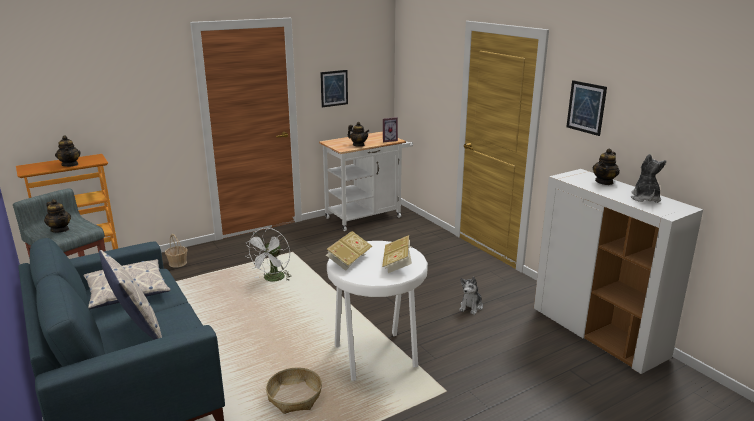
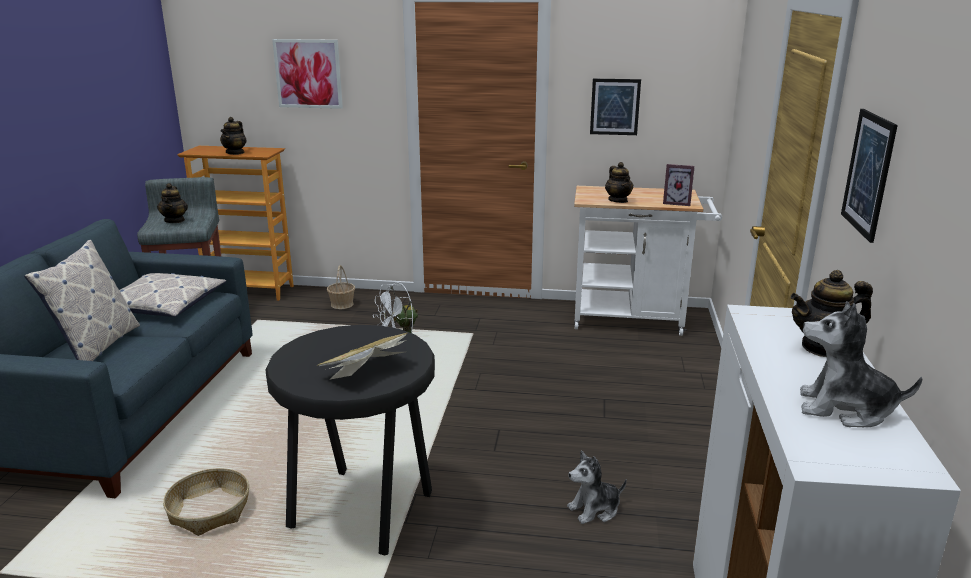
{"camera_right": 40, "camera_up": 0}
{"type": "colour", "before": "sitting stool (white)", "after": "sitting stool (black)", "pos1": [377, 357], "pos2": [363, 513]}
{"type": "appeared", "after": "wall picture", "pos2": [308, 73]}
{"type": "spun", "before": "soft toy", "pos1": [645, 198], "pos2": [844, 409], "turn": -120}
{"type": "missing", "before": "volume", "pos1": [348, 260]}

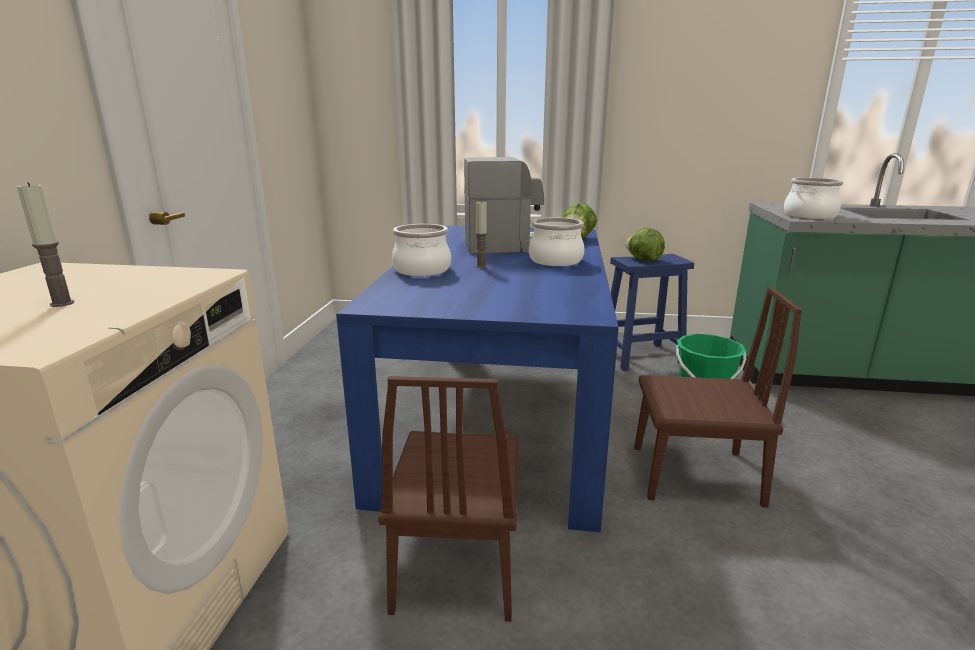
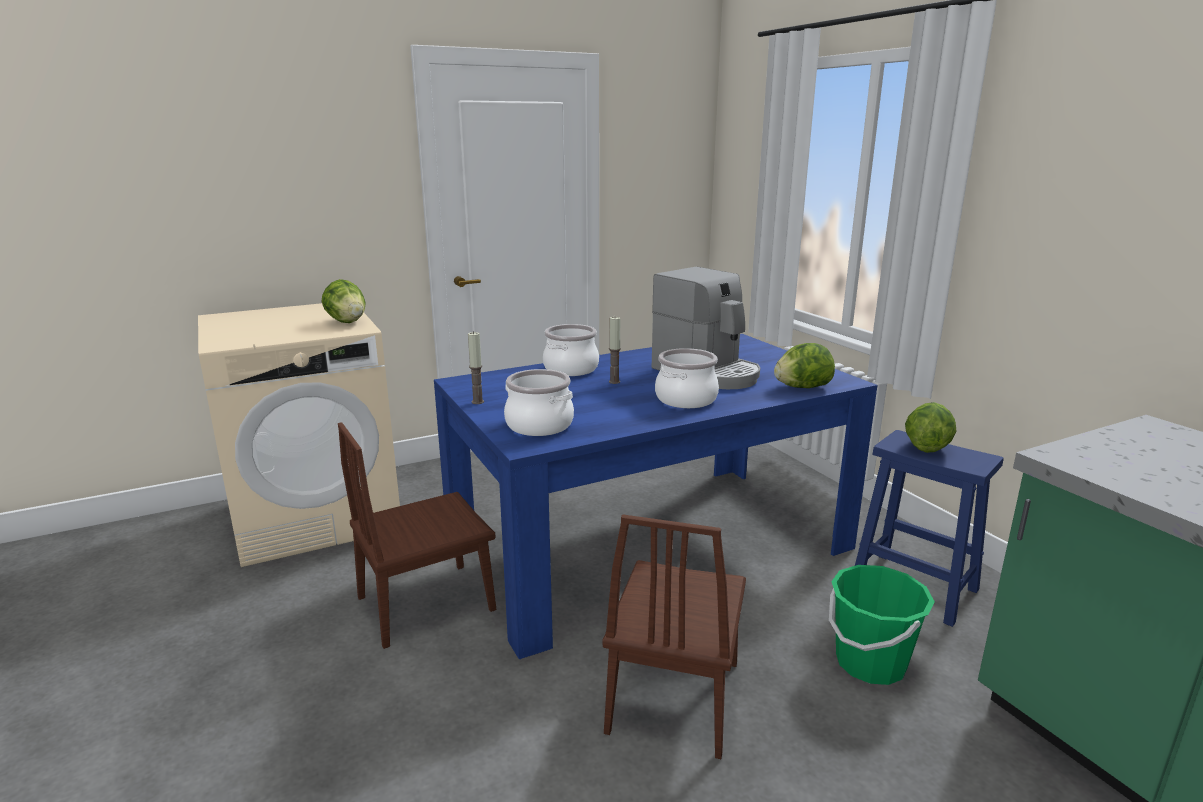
{"camera_right": 55, "camera_up": 0}
{"type": "appeared", "after": "head of lettuce", "pos2": [347, 322]}
{"type": "relocated", "before": "wax light", "pos1": [62, 303], "pos2": [478, 402]}
{"type": "relocated", "before": "saucepot", "pos1": [809, 215], "pos2": [540, 425]}
{"type": "spun", "before": "upright chair (brownish)", "pos1": [695, 475], "pos2": [674, 696], "turn": 45}

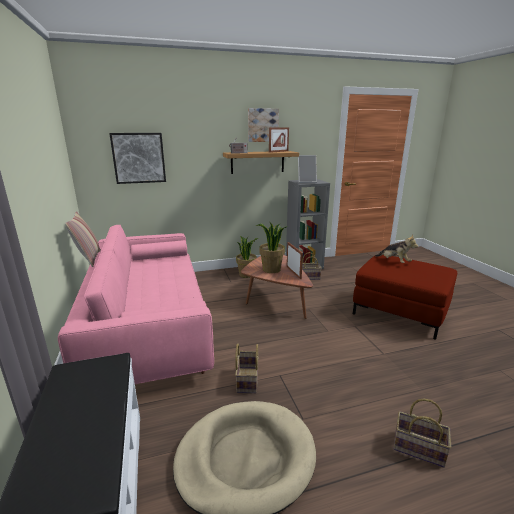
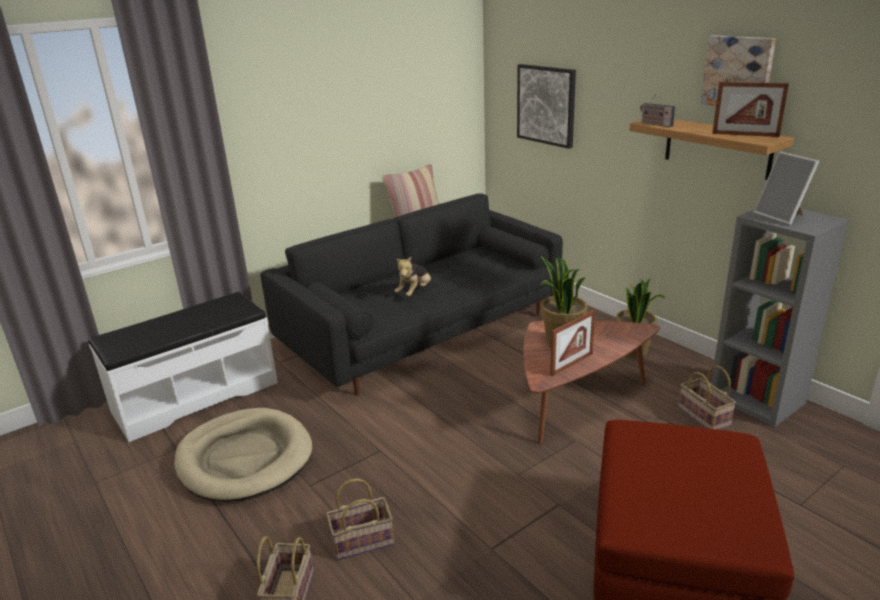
{"camera_right": 70, "camera_up": 5}
{"type": "colour", "before": "sofa (pink-coloured)", "after": "sofa (black)", "pos1": [149, 326], "pos2": [422, 330]}
{"type": "relocated", "before": "basket", "pos1": [247, 379], "pos2": [363, 540]}
{"type": "relocated", "before": "soft toy", "pos1": [394, 262], "pos2": [415, 292]}

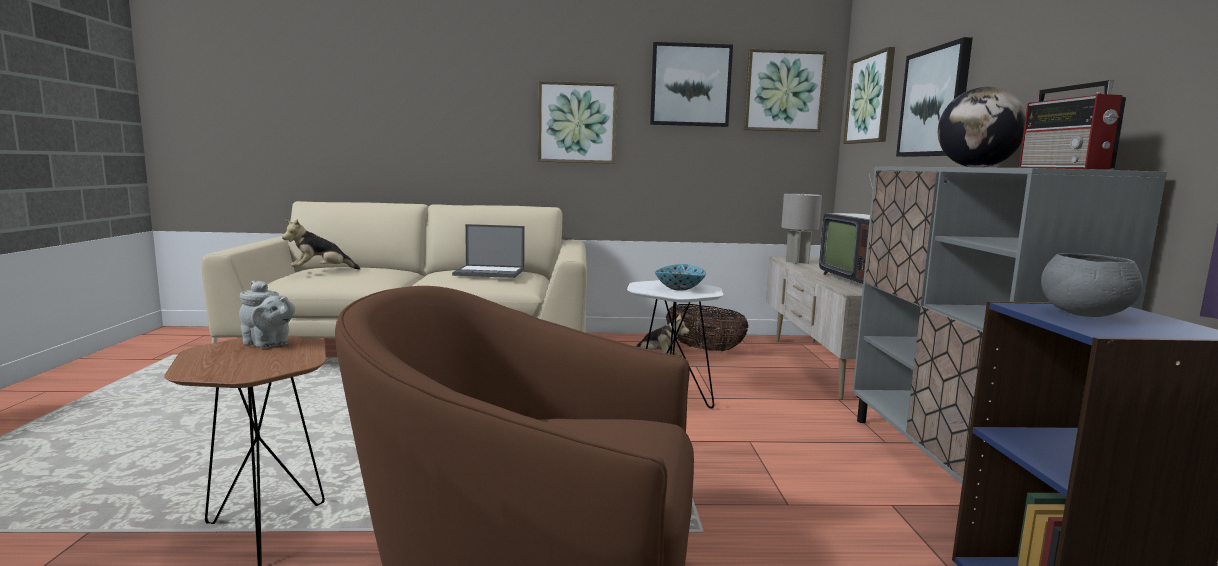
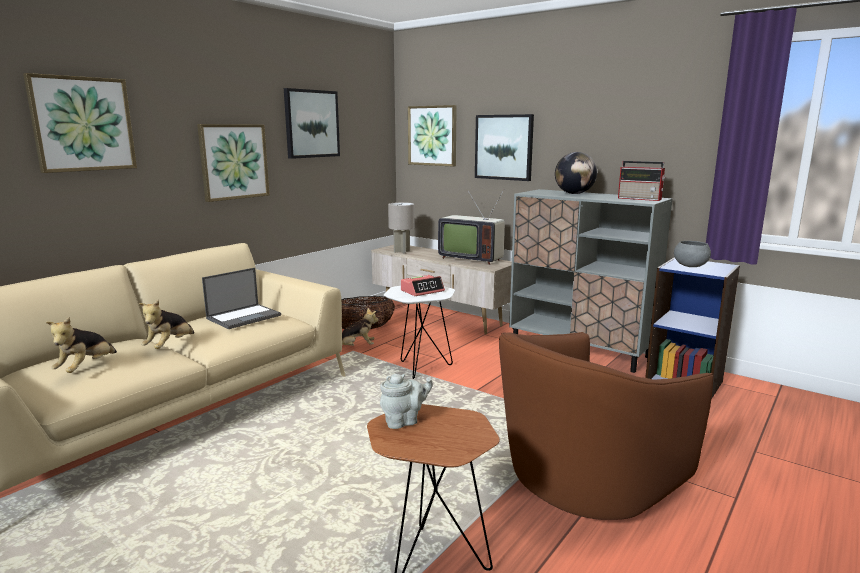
{"camera_right": -50, "camera_up": 5}
{"type": "relocated", "before": "wall picture", "pos1": [783, 91], "pos2": [82, 124]}
{"type": "appeared", "after": "soft toy", "pos2": [170, 346]}
{"type": "exchanged", "before": "serving bowl", "after": "table clock", "pos1": [680, 288], "pos2": [422, 291]}

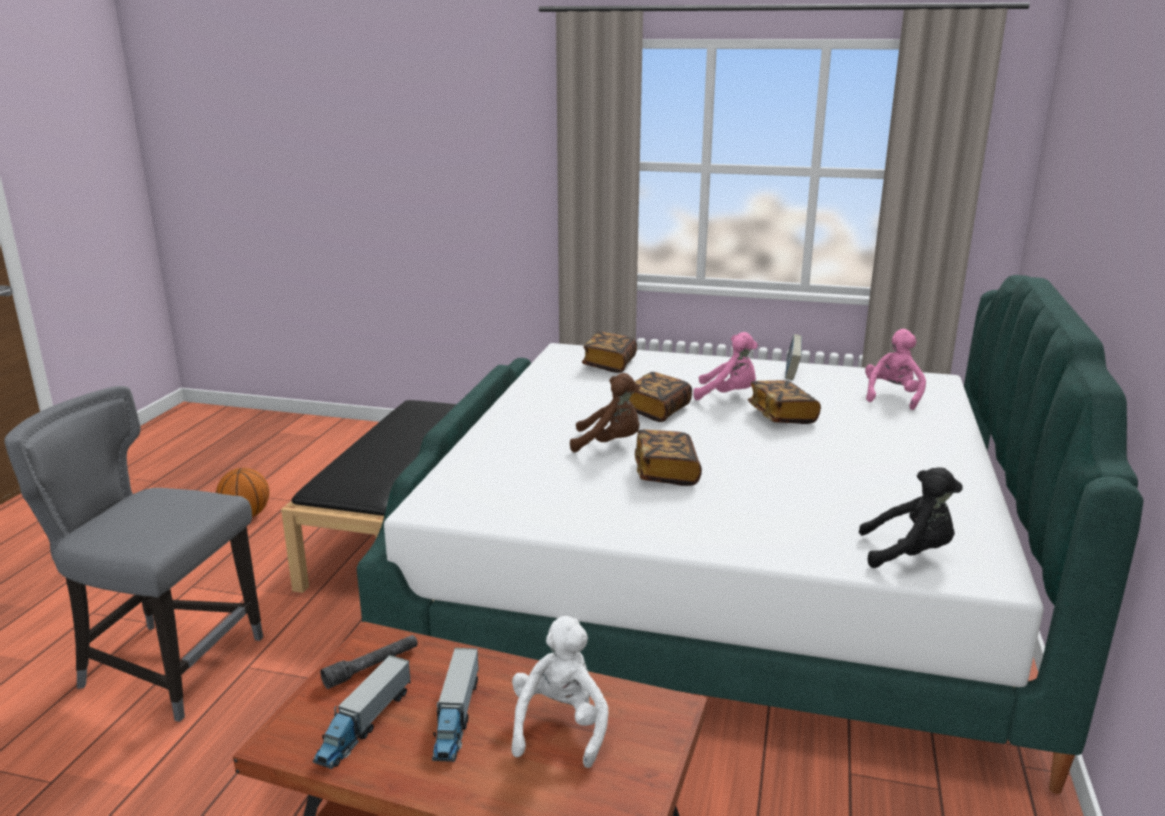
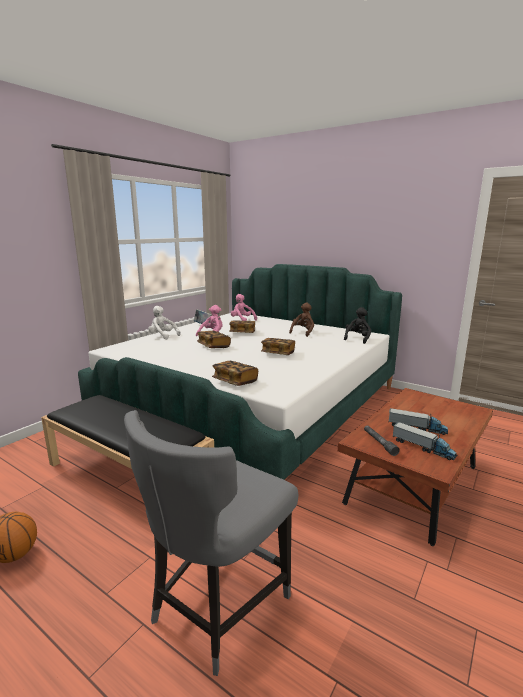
{"camera_right": -70, "camera_up": -5}
{"type": "relocated", "before": "soft toy (white)", "pos1": [560, 727], "pos2": [162, 336]}
{"type": "relocated", "before": "volume", "pos1": [609, 364], "pos2": [235, 381]}
{"type": "relocated", "before": "soft toy (brownish)", "pos1": [609, 444], "pos2": [303, 332]}

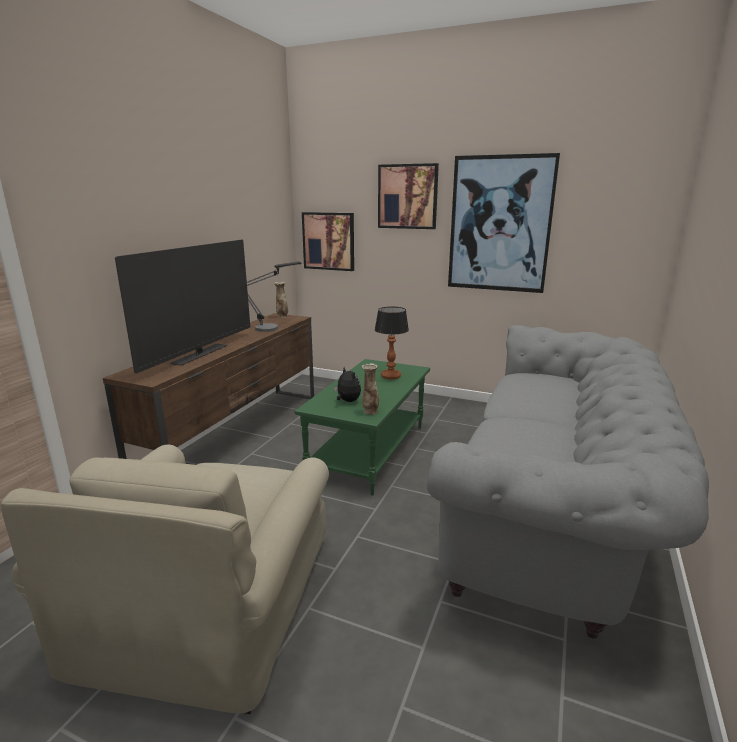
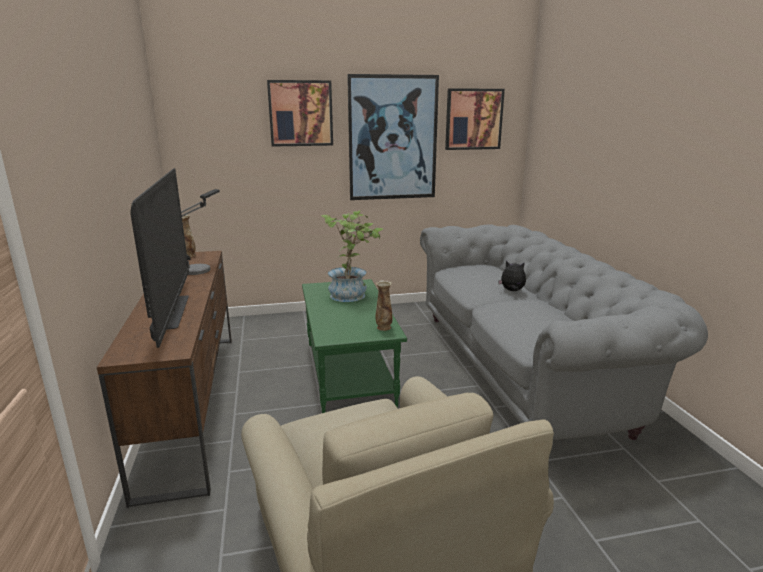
{"camera_right": -35, "camera_up": 0}
{"type": "exchanged", "before": "table lamp", "after": "houseplant", "pos1": [391, 376], "pos2": [352, 294]}
{"type": "relocated", "before": "wall picture", "pos1": [328, 241], "pos2": [473, 119]}
{"type": "relocated", "before": "soft toy", "pos1": [347, 401], "pos2": [512, 291]}

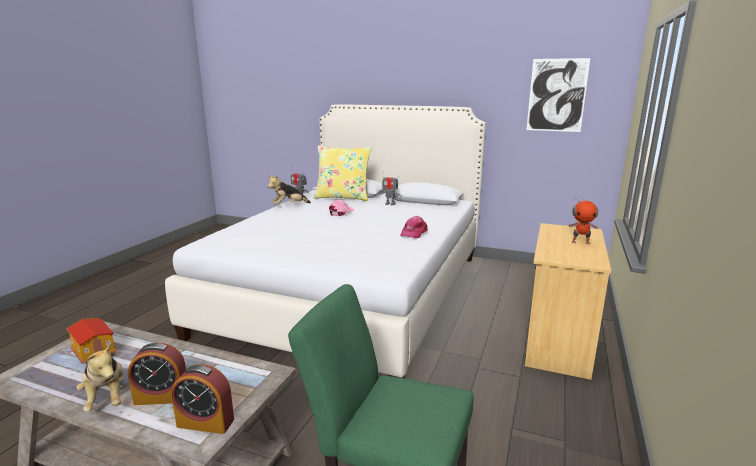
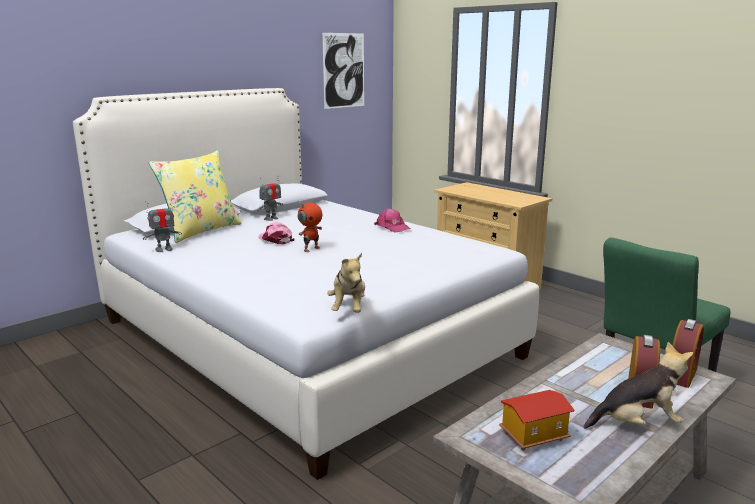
{"camera_right": -65, "camera_up": 0}
{"type": "relocated", "before": "toy robot", "pos1": [580, 242], "pos2": [311, 249]}
{"type": "relocated", "before": "soft toy", "pos1": [288, 206], "pos2": [349, 308]}

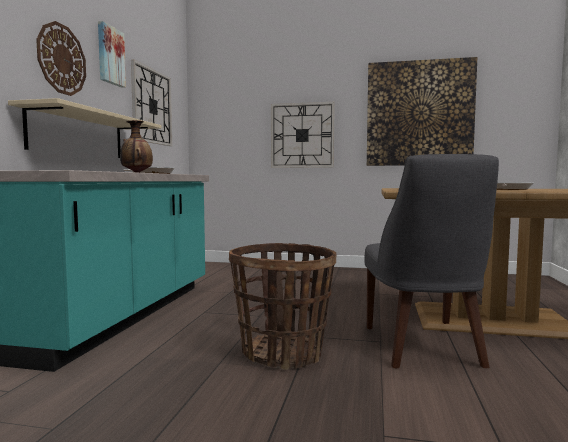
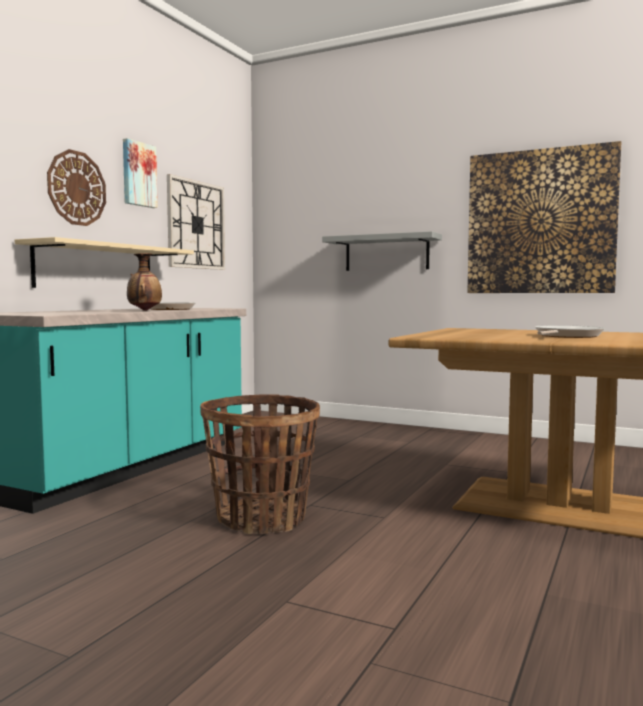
{"camera_right": 15, "camera_up": 0}
{"type": "exchanged", "before": "clock on the wall", "after": "wall shelf (gray)", "pos1": [302, 135], "pos2": [386, 253]}
{"type": "missing", "before": "upright chair (gray)", "pos1": [423, 348]}

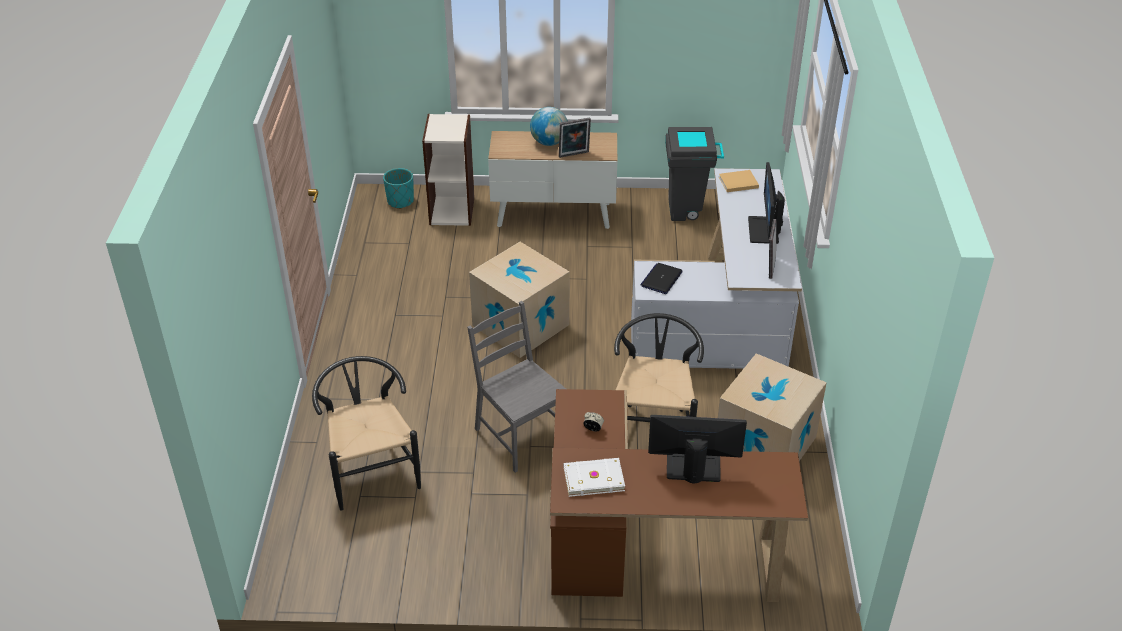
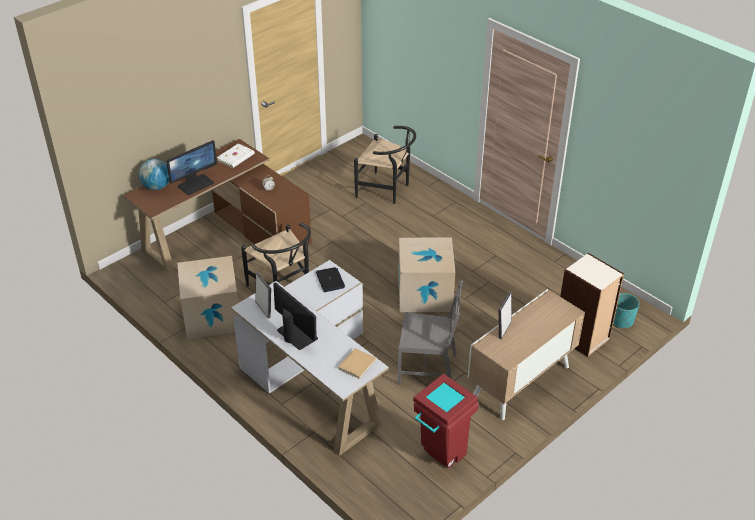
{"camera_right": 135, "camera_up": 0}
{"type": "relocated", "before": "globe", "pos1": [549, 142], "pos2": [157, 187]}
{"type": "relocated", "before": "upright chair (gray)", "pos1": [520, 435], "pos2": [428, 368]}
{"type": "colour", "before": "waste bin (gray)", "after": "waste bin (red)", "pos1": [688, 211], "pos2": [440, 455]}

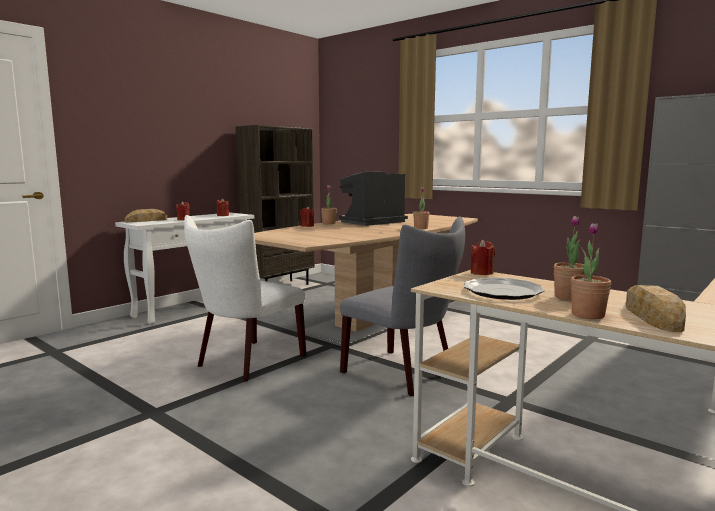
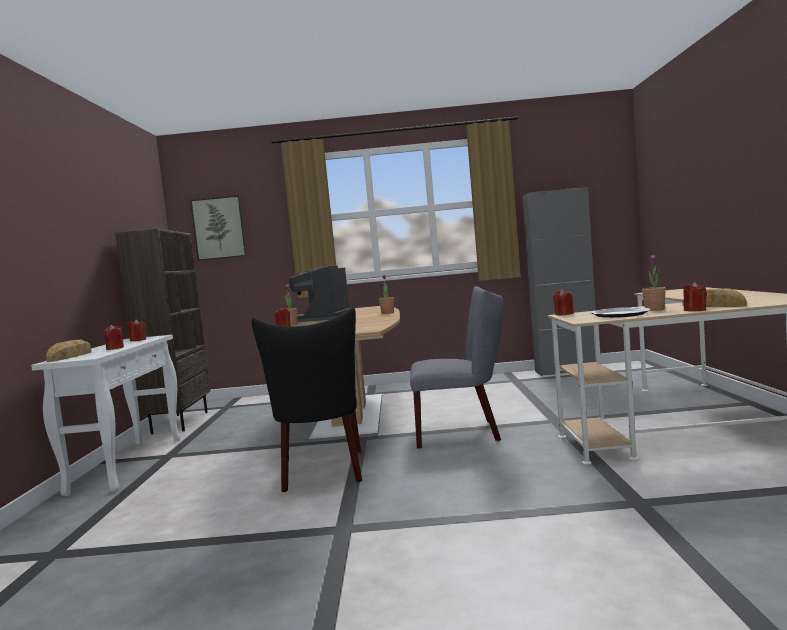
{"camera_right": -40, "camera_up": -5}
{"type": "appeared", "after": "wall picture", "pos2": [219, 228]}
{"type": "colour", "before": "upright chair (white)", "after": "upright chair (black)", "pos1": [246, 362], "pos2": [322, 472]}
{"type": "exchanged", "before": "houseplant", "after": "wax light (red)", "pos1": [588, 315], "pos2": [695, 310]}

